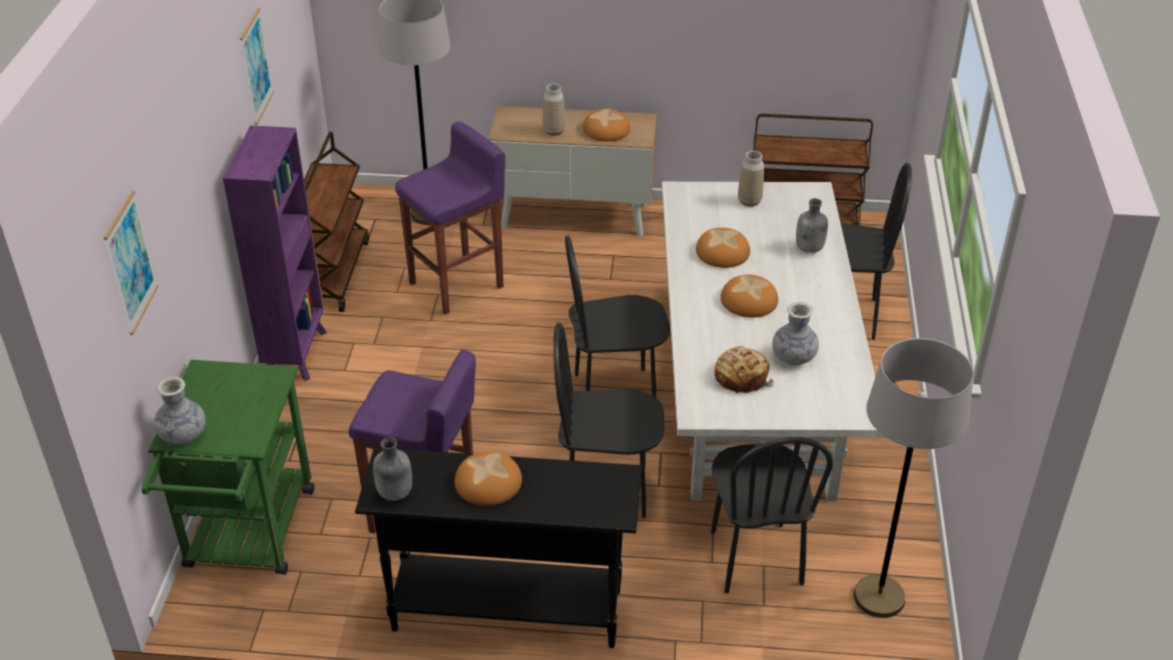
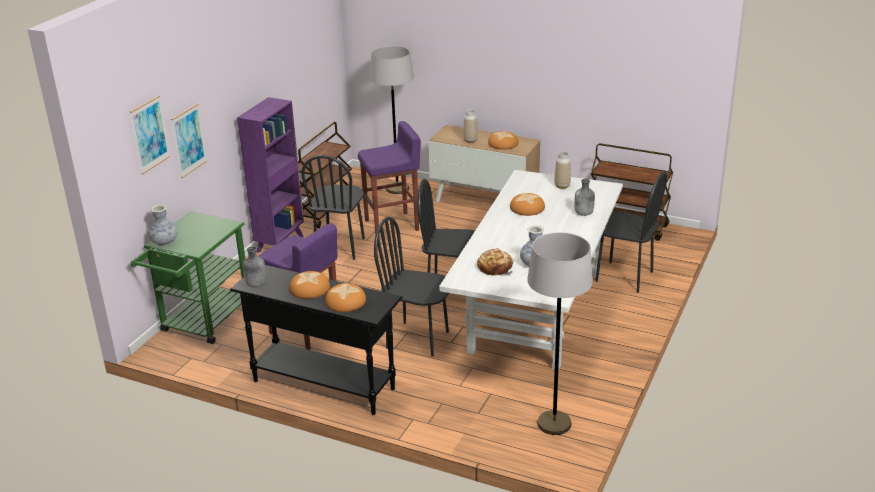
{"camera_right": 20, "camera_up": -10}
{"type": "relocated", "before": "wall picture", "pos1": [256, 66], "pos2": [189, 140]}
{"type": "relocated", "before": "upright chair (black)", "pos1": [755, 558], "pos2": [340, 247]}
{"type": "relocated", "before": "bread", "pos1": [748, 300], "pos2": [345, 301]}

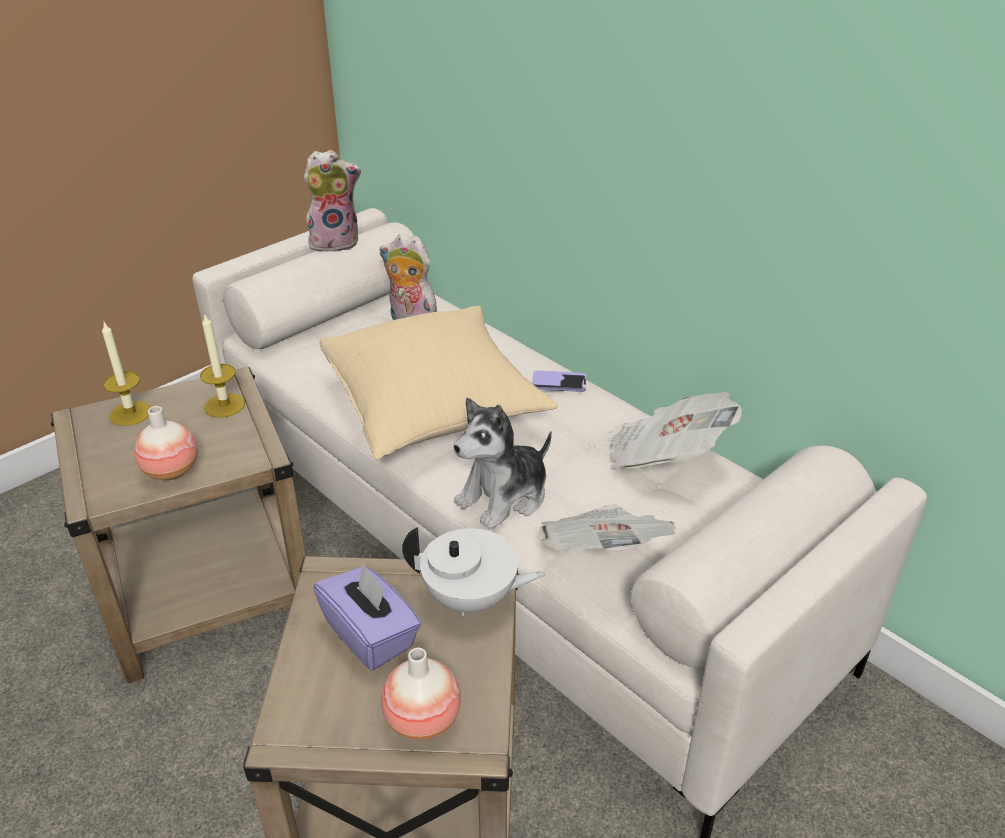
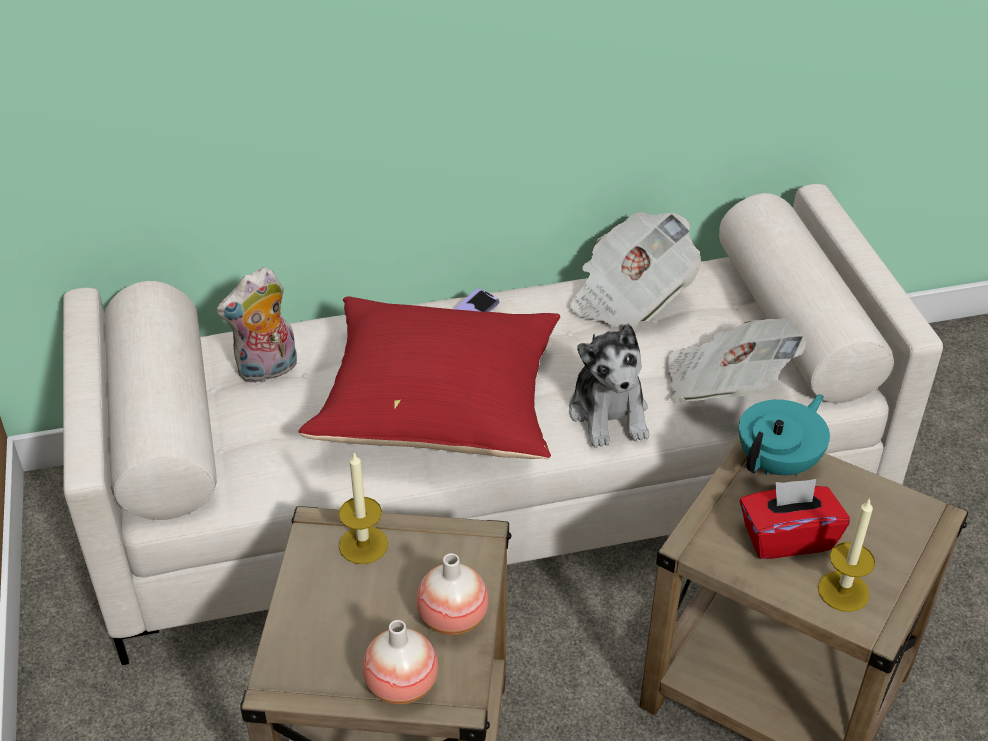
{"camera_right": -60, "camera_up": 5}
{"type": "colour", "before": "pillow (beige)", "after": "pillow (red)", "pos1": [435, 409], "pos2": [441, 408]}
{"type": "relocated", "before": "decorative vase", "pos1": [422, 719], "pos2": [401, 685]}
{"type": "colour", "before": "teapot (white)", "after": "teapot (turquoise-coloured)", "pos1": [471, 598], "pos2": [779, 462]}
{"type": "colour", "before": "box of tissues (purplish)", "after": "box of tissues (red)", "pos1": [371, 635], "pos2": [787, 537]}
{"type": "relocated", "before": "wax light", "pos1": [130, 413], "pos2": [843, 591]}
{"type": "missing", "before": "soft toy", "pos1": [335, 242]}

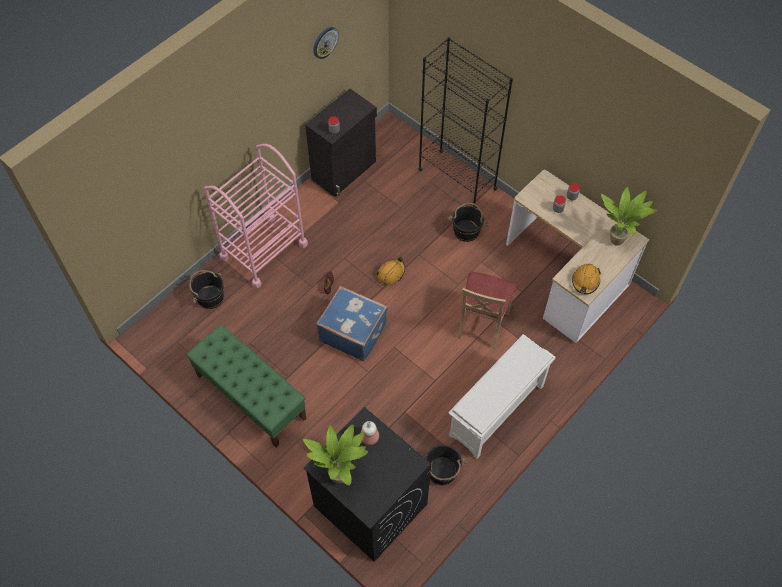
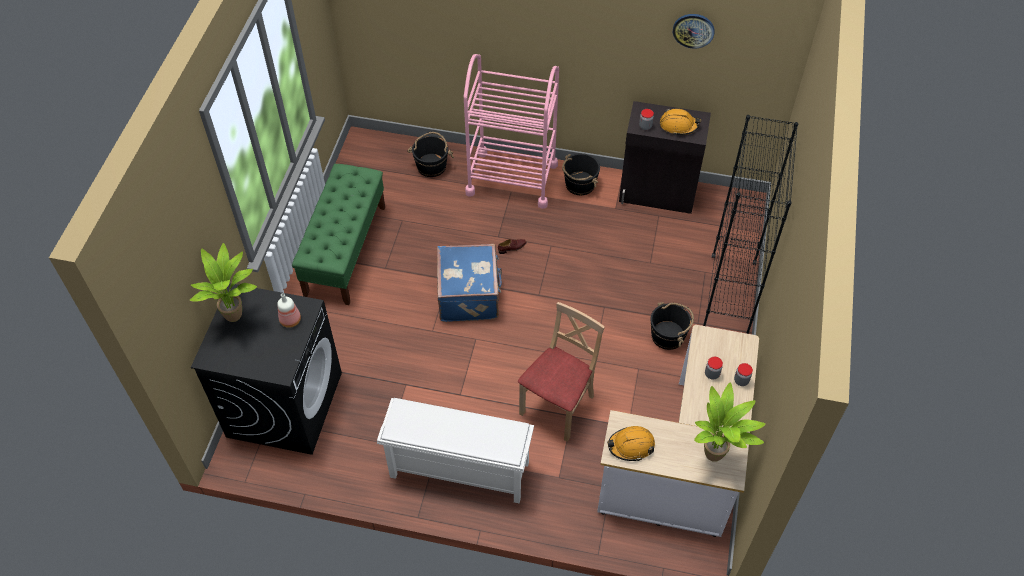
{"camera_right": 60, "camera_up": -5}
{"type": "spun", "before": "upright chair (beige)", "pos1": [482, 324], "pos2": [558, 406], "turn": 135}
{"type": "relocated", "before": "pail (black)", "pos1": [442, 472], "pos2": [579, 184]}
{"type": "relocated", "before": "work helmet (orangey)", "pos1": [391, 273], "pos2": [678, 125]}

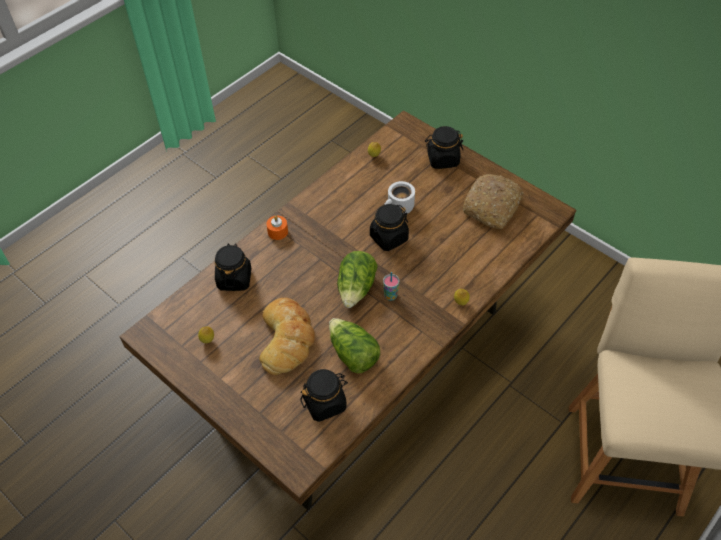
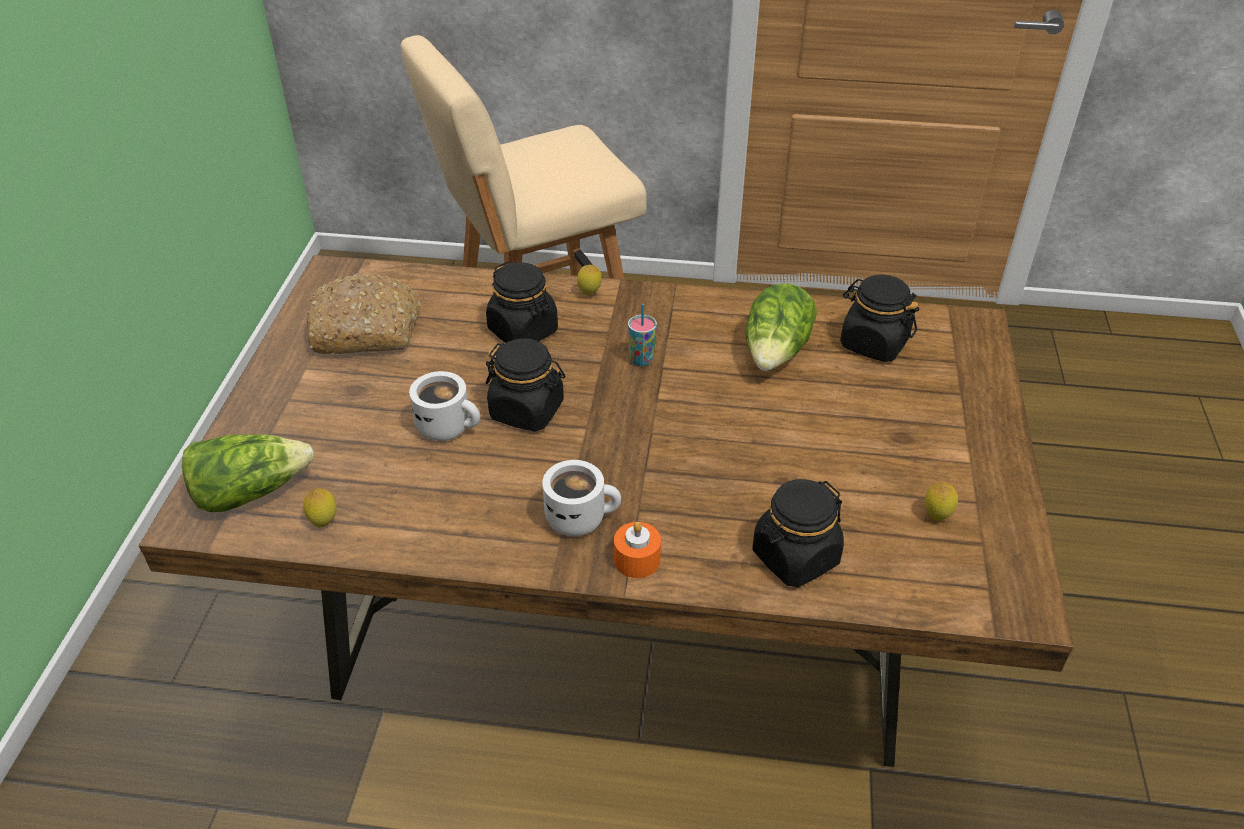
{"camera_right": -125, "camera_up": -10}
{"type": "relocated", "before": "head of lettuce", "pos1": [356, 288], "pos2": [250, 491]}
{"type": "relocated", "before": "preserve jar (black)", "pos1": [442, 159], "pos2": [523, 331]}
{"type": "appeared", "after": "tea mug (white)", "pos2": [580, 516]}
{"type": "missing", "before": "bread", "pos1": [287, 338]}

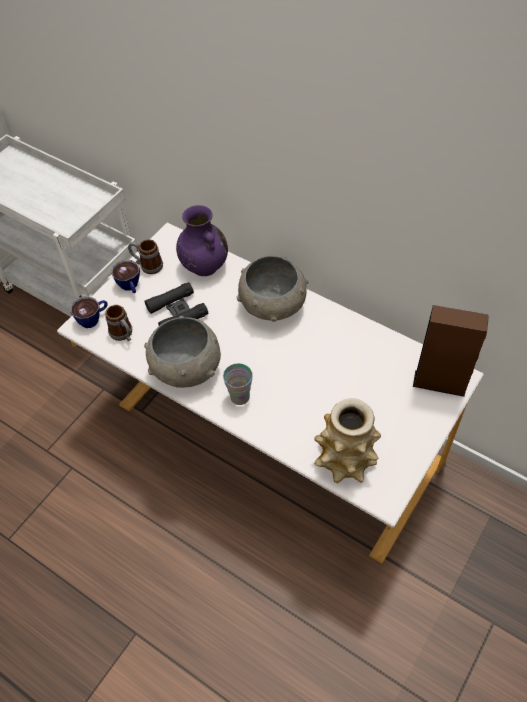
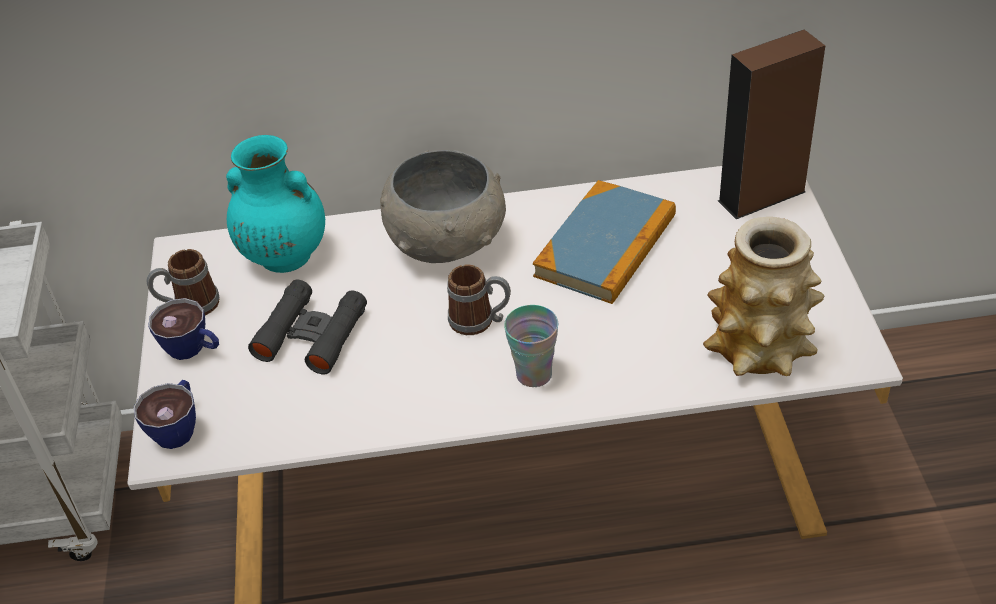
{"camera_right": -40, "camera_up": -10}
{"type": "colour", "before": "decorative vase (purplish)", "after": "decorative vase (turquoise-coloured)", "pos1": [204, 265], "pos2": [283, 255]}
{"type": "relocated", "before": "tea mug", "pos1": [123, 334], "pos2": [480, 321]}
{"type": "appeared", "after": "volume", "pos2": [606, 246]}
{"type": "missing", "before": "serving bowl (gray)", "pos1": [186, 369]}

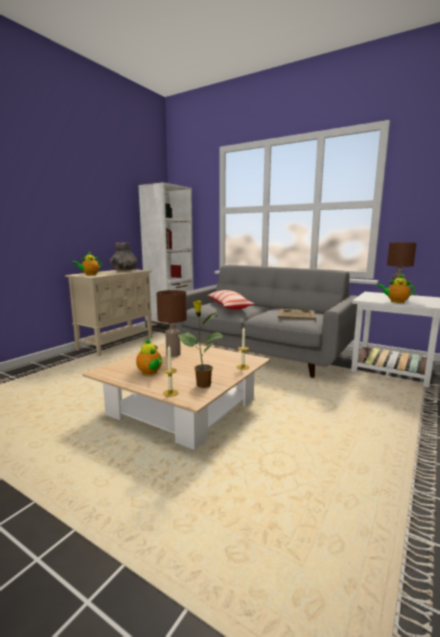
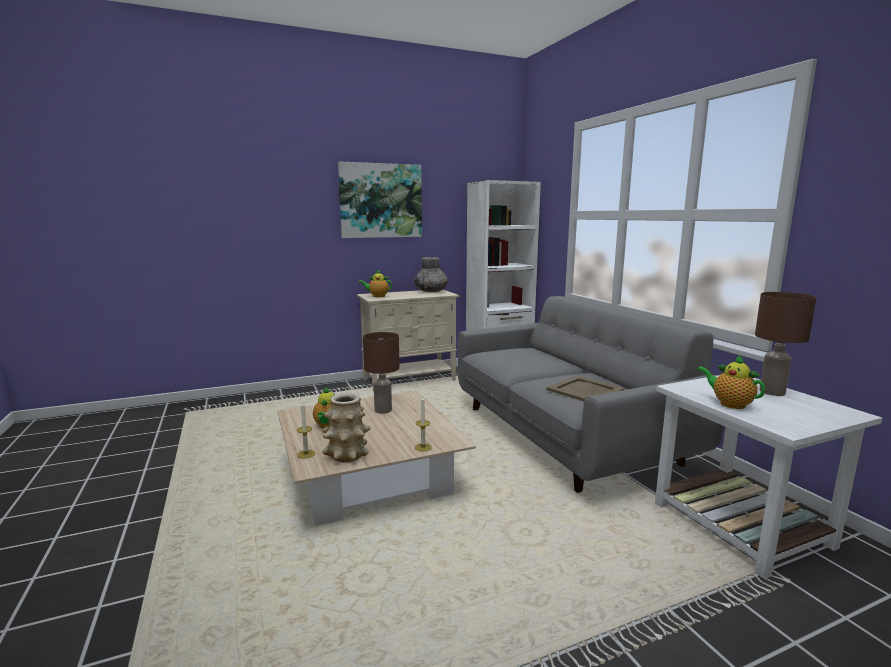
{"camera_right": 35, "camera_up": 0}
{"type": "exchanged", "before": "houseplant", "after": "decorative vase", "pos1": [202, 385], "pos2": [346, 455]}
{"type": "appeared", "after": "wall picture", "pos2": [381, 201]}
{"type": "missing", "before": "pillow", "pos1": [228, 306]}

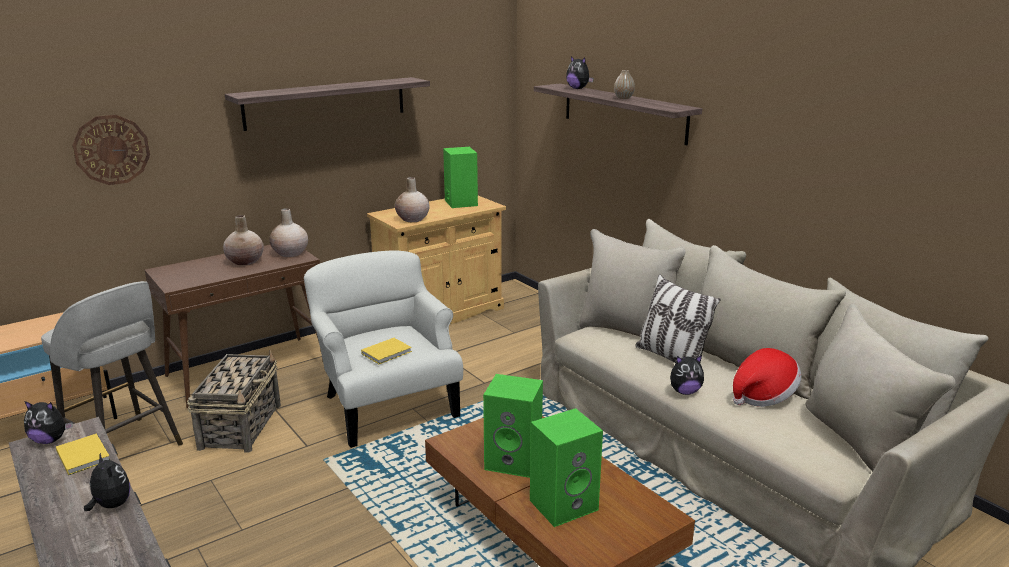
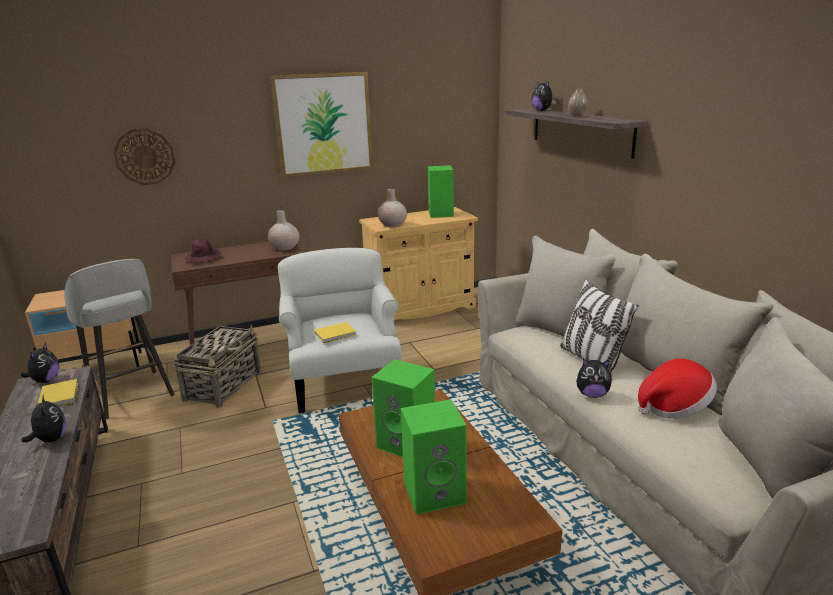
{"camera_right": 15, "camera_up": 0}
{"type": "spun", "before": "soft toy", "pos1": [50, 440], "pos2": [46, 380], "turn": -105}
{"type": "appeared", "after": "wearable hat (purplish)", "pos2": [204, 258]}
{"type": "exchanged", "before": "wall shelf", "after": "wall picture", "pos1": [326, 103], "pos2": [323, 124]}
{"type": "missing", "before": "decorative vase (beige)", "pos1": [245, 261]}

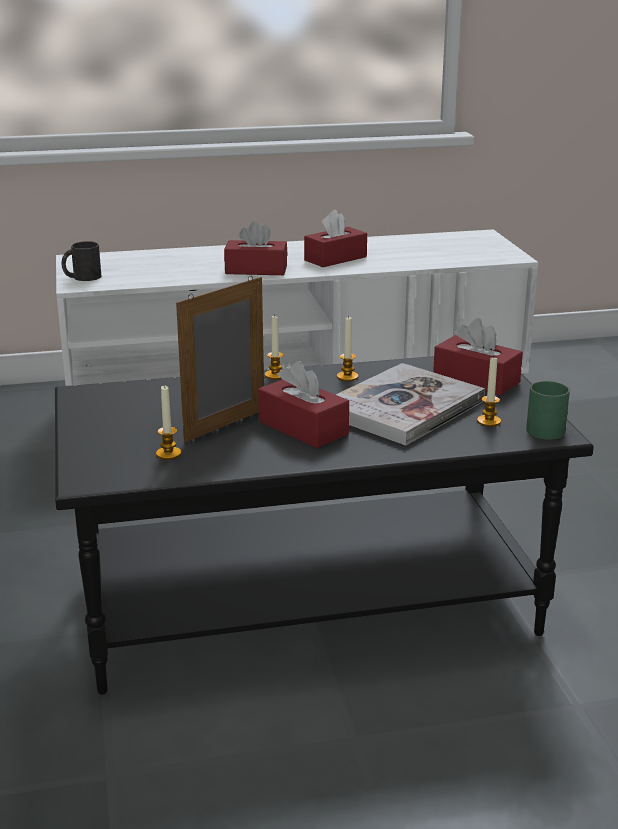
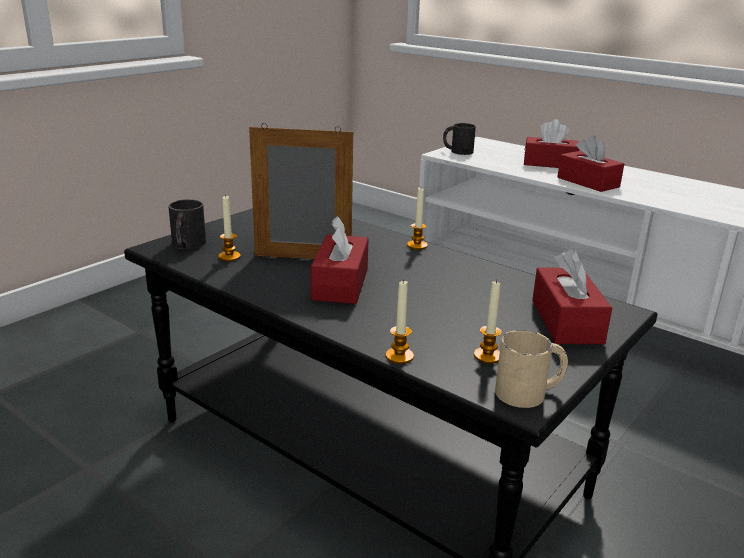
{"camera_right": 50, "camera_up": 0}
{"type": "appeared", "after": "tea mug (black)", "pos2": [187, 245]}
{"type": "relocated", "before": "wax light", "pos1": [347, 377], "pos2": [399, 356]}
{"type": "colour", "before": "tea mug (greenish)", "after": "tea mug (beige)", "pos1": [548, 427], "pos2": [529, 392]}
{"type": "relocated", "before": "box of tissues (red)", "pos1": [335, 258], "pos2": [549, 163]}
{"type": "missing", "before": "volume", "pos1": [403, 407]}

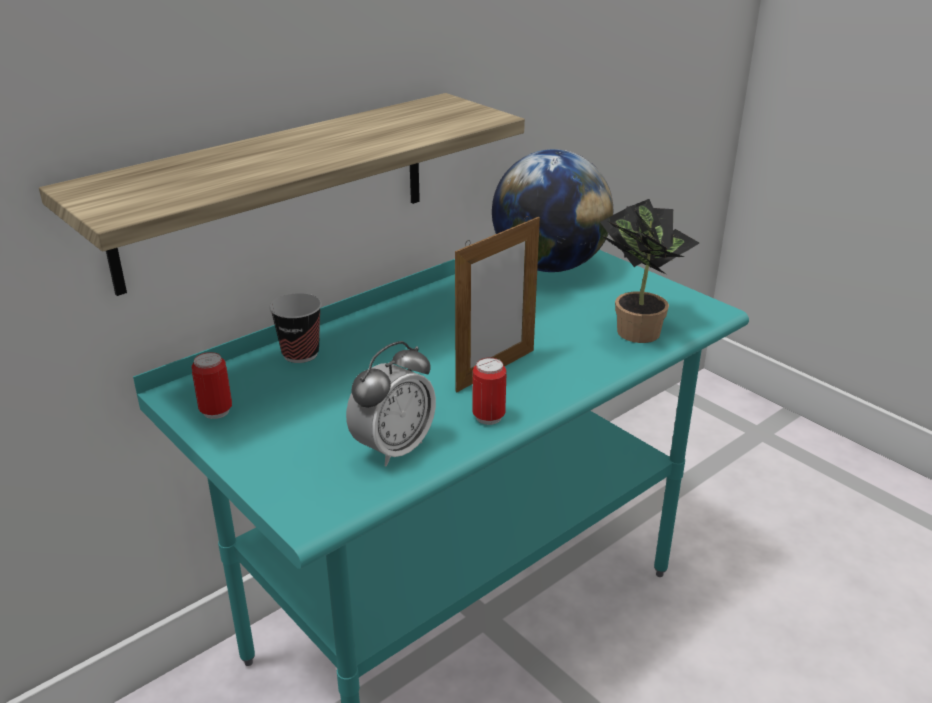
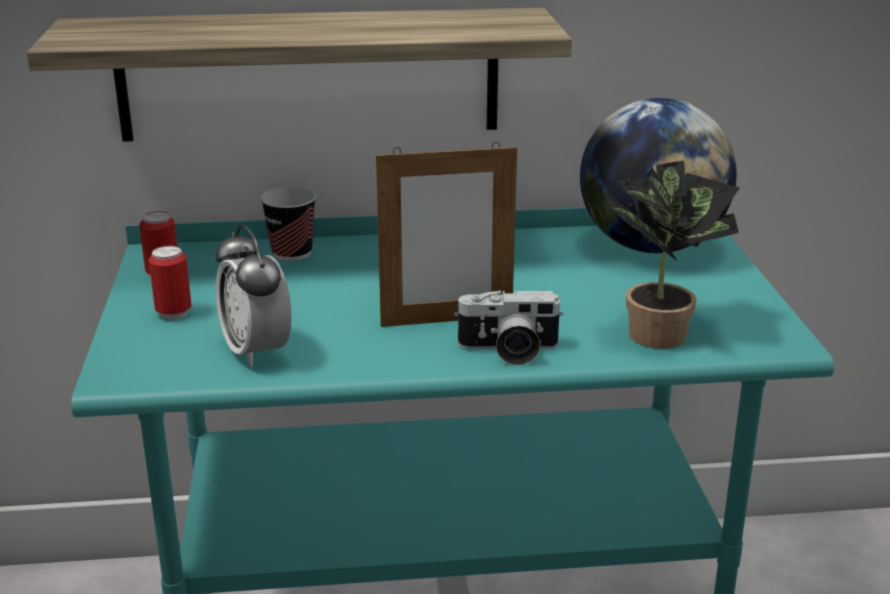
{"camera_right": 35, "camera_up": -5}
{"type": "relocated", "before": "can", "pos1": [488, 417], "pos2": [173, 313]}
{"type": "spun", "before": "table clock", "pos1": [393, 448], "pos2": [256, 351], "turn": 75}
{"type": "appeared", "after": "photo camera", "pos2": [508, 351]}

